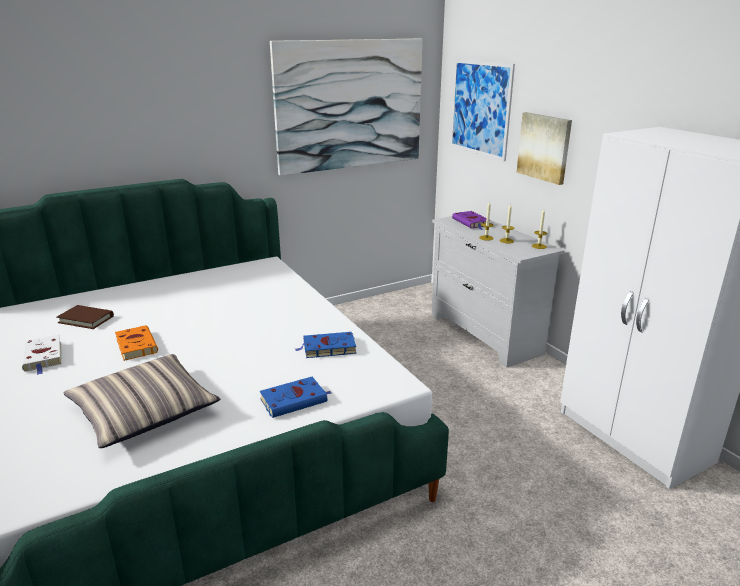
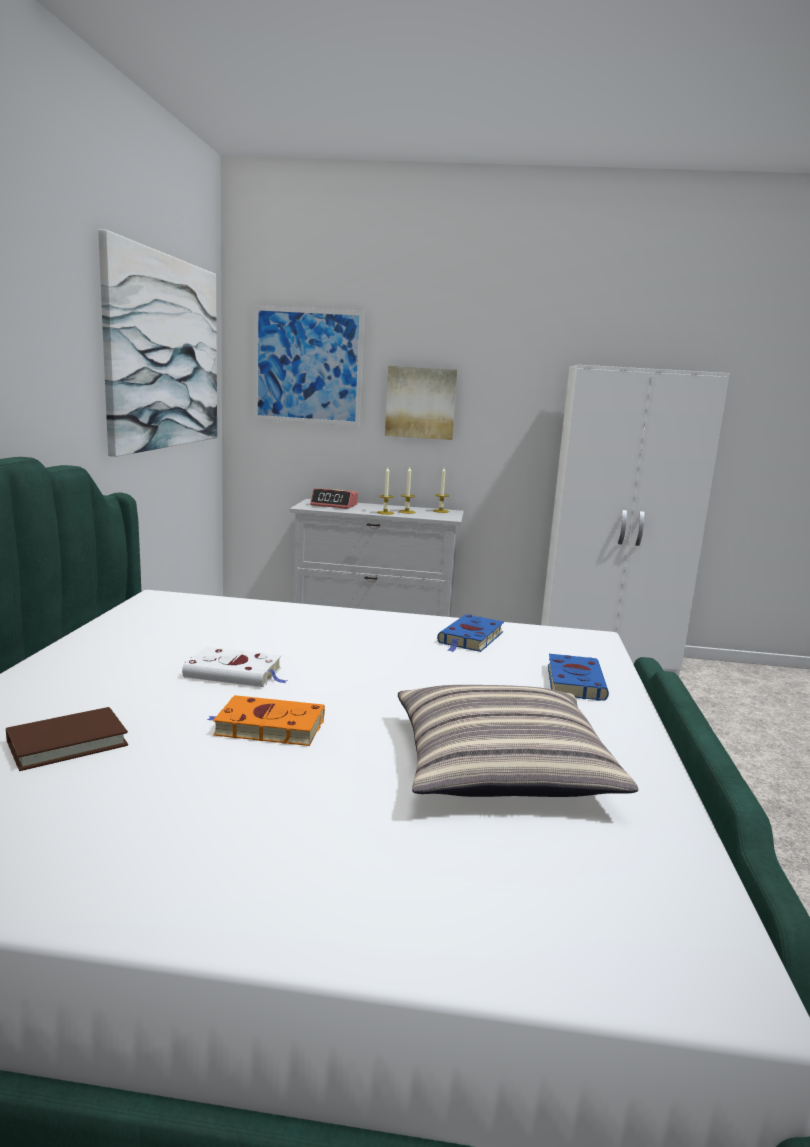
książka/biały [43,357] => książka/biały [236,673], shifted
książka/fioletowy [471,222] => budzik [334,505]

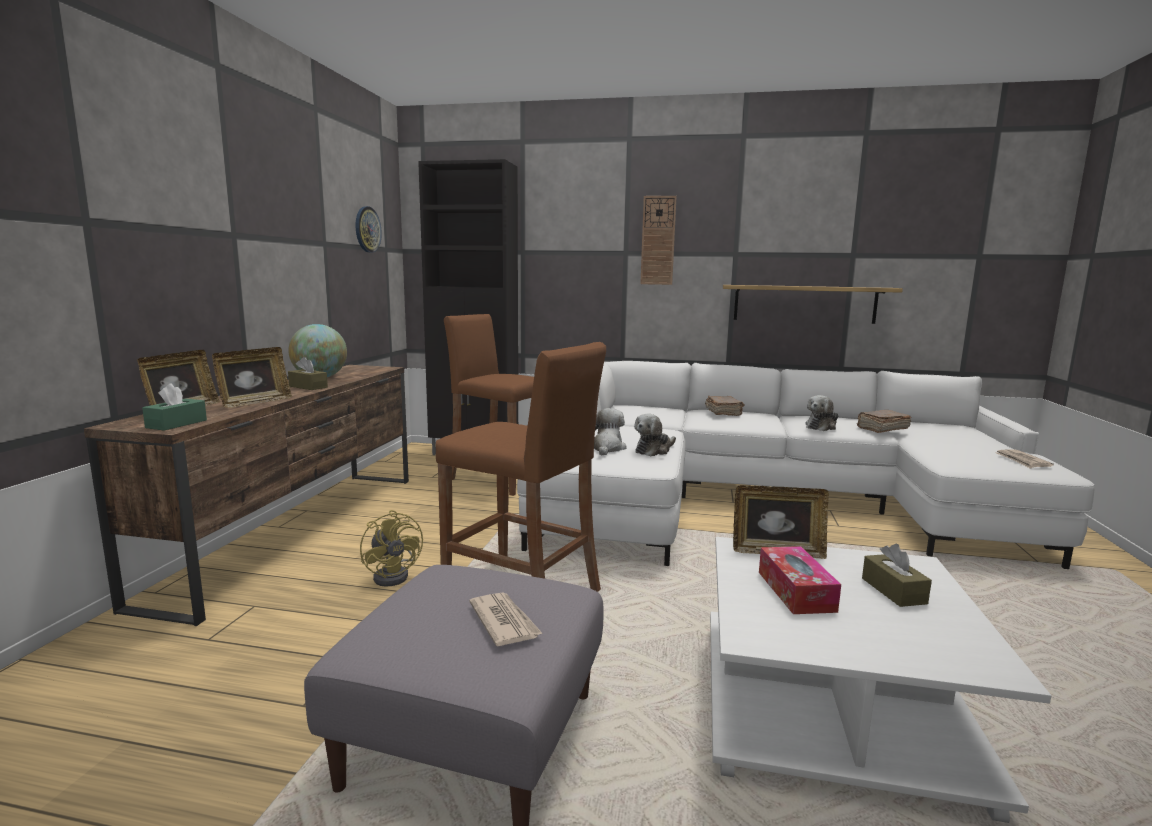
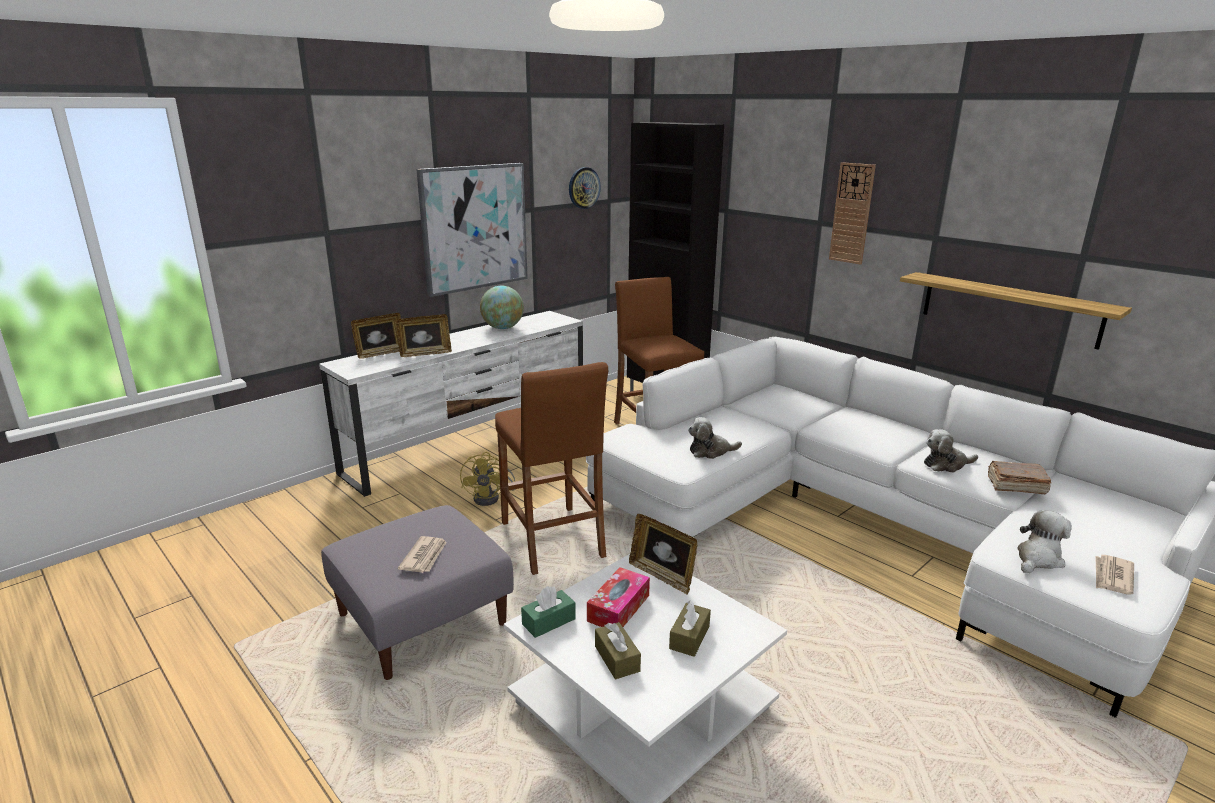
szafka pod telewizor/brązowy [299,530] => szafka pod telewizor/biały [472,443]
pudełko chusteczek/zielony [176,424] => pudełko chusteczek/zielony [548,621], shifted
pudełko chusteczek/brązowy [308,387] => pudełko chusteczek/brązowy [617,658], shifted
pluszak [607,448] => pluszak [1038,559], shifted
książka/brązowy [723,413] => nothing
nothing => obraz [474,227]

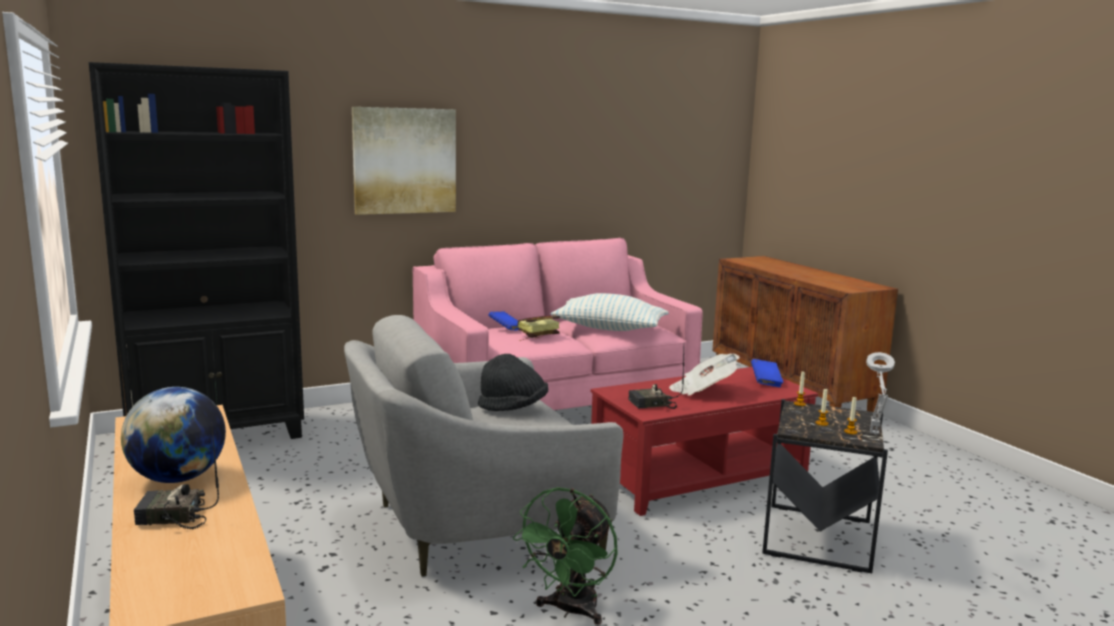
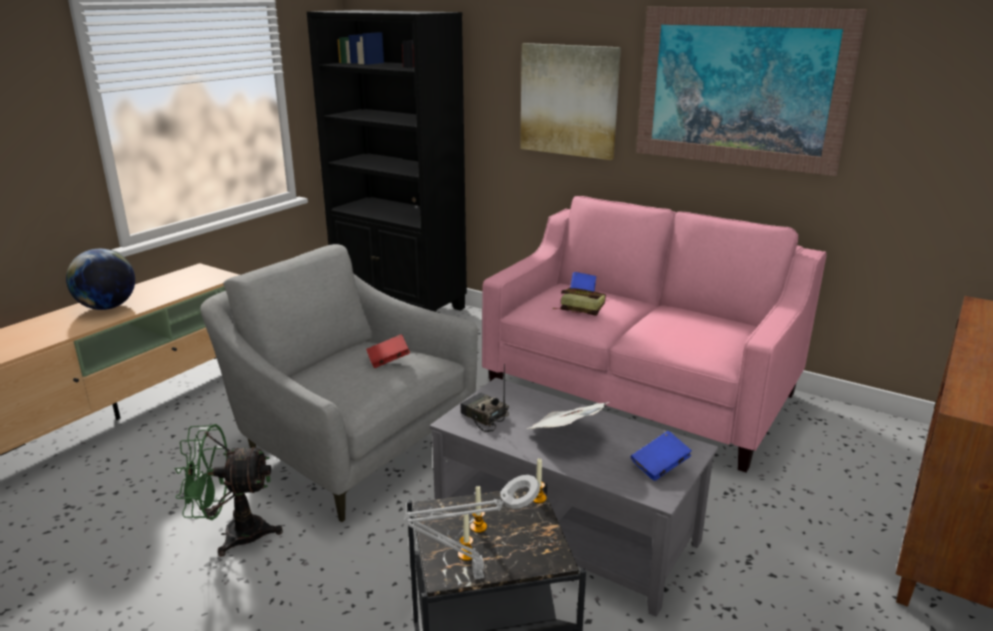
radio [172,518] => nothing
kapelusz/czarny [513,408] => książka/czerwony [388,360]
poduszka [609,329] => nothing
ława/czerwony [698,476] => ława/szary [567,528]
nothing => obraz [739,88]

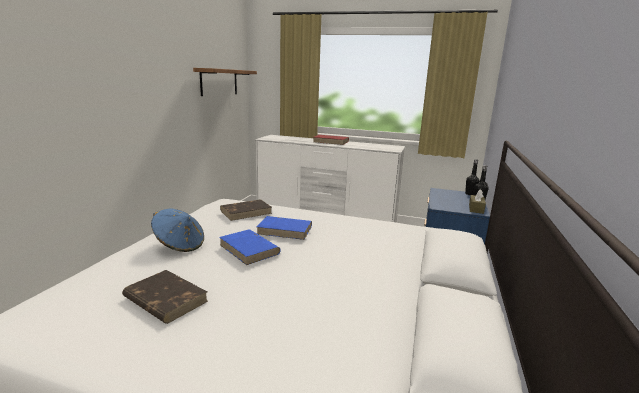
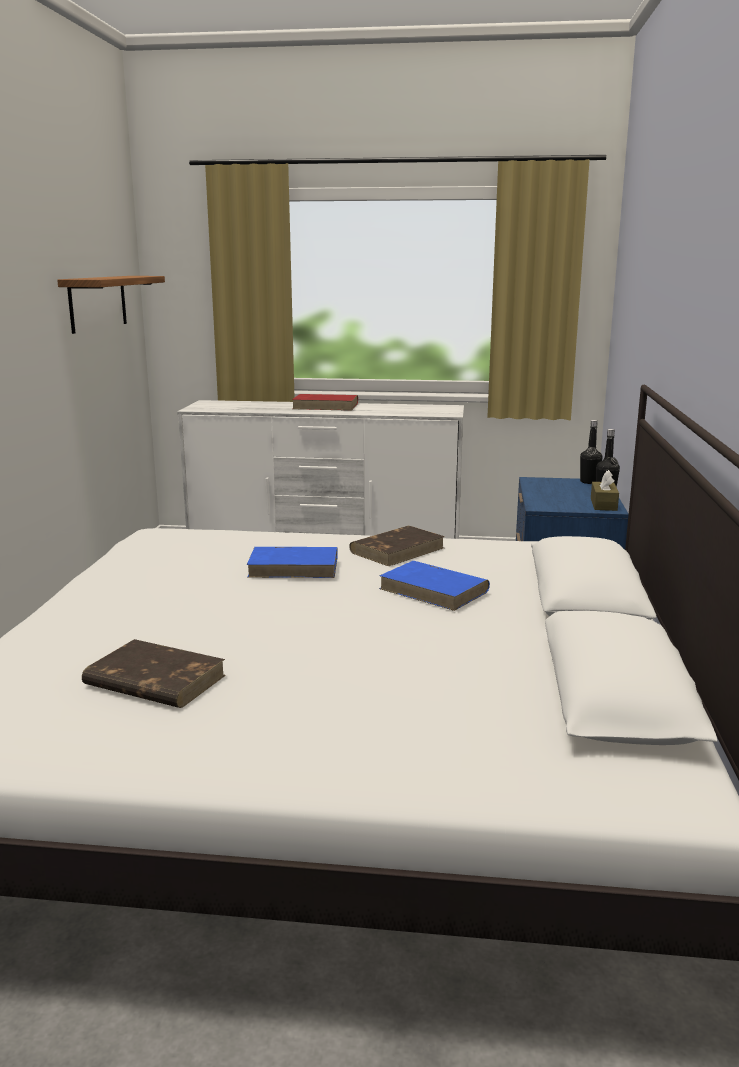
kapelusz/niebieski [179,245] => nothing
książka/niebieski [249,249] => książka/niebieski [434,590], shifted
książka/brązowy [246,212] => książka/brązowy [398,550], shifted

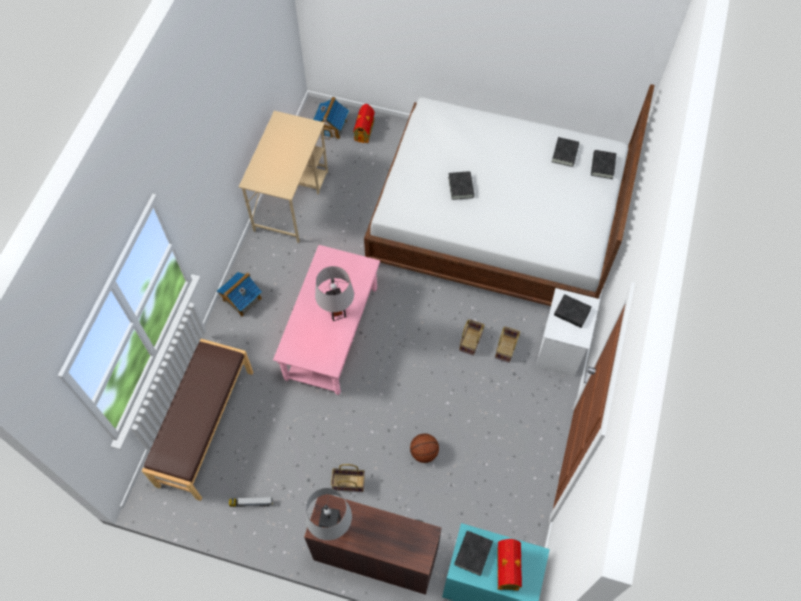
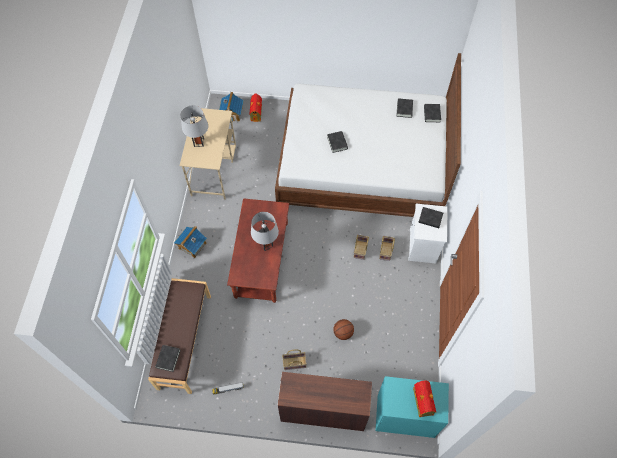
ława/różowy [331,333] => ława/brązowy [261,260]
lampa stołowa/szary [332,528] => lampa stołowa/szary [199,142], shifted
książka/czarny [473,553] => książka/czarny [168,359], shifted

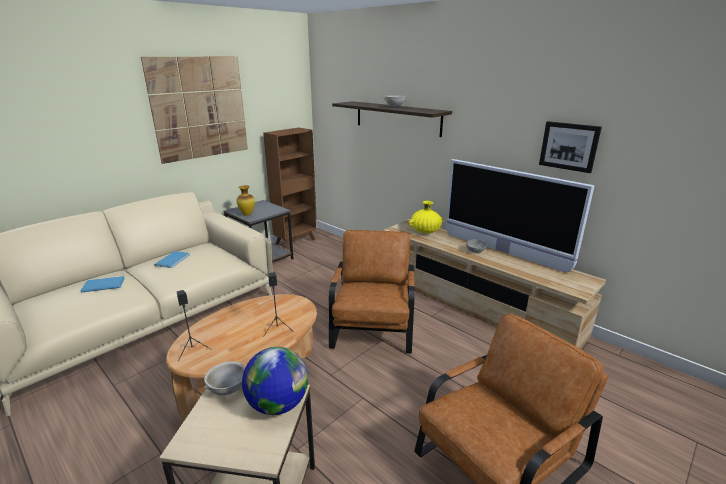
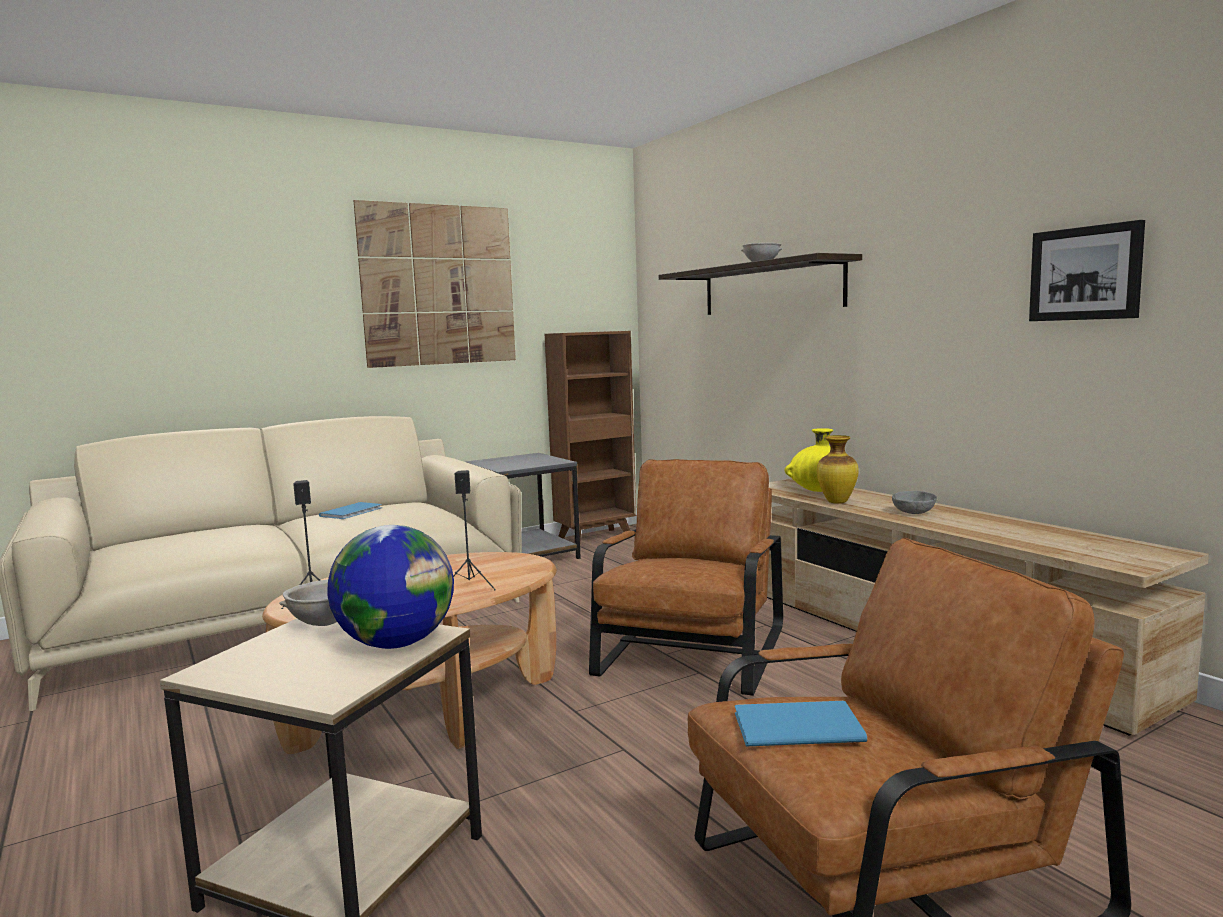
książka/niebieski [103,284] => książka/niebieski [793,725], shifted
wazon [247,214] => wazon [837,502], shifted
telewizor [502,252] => nothing

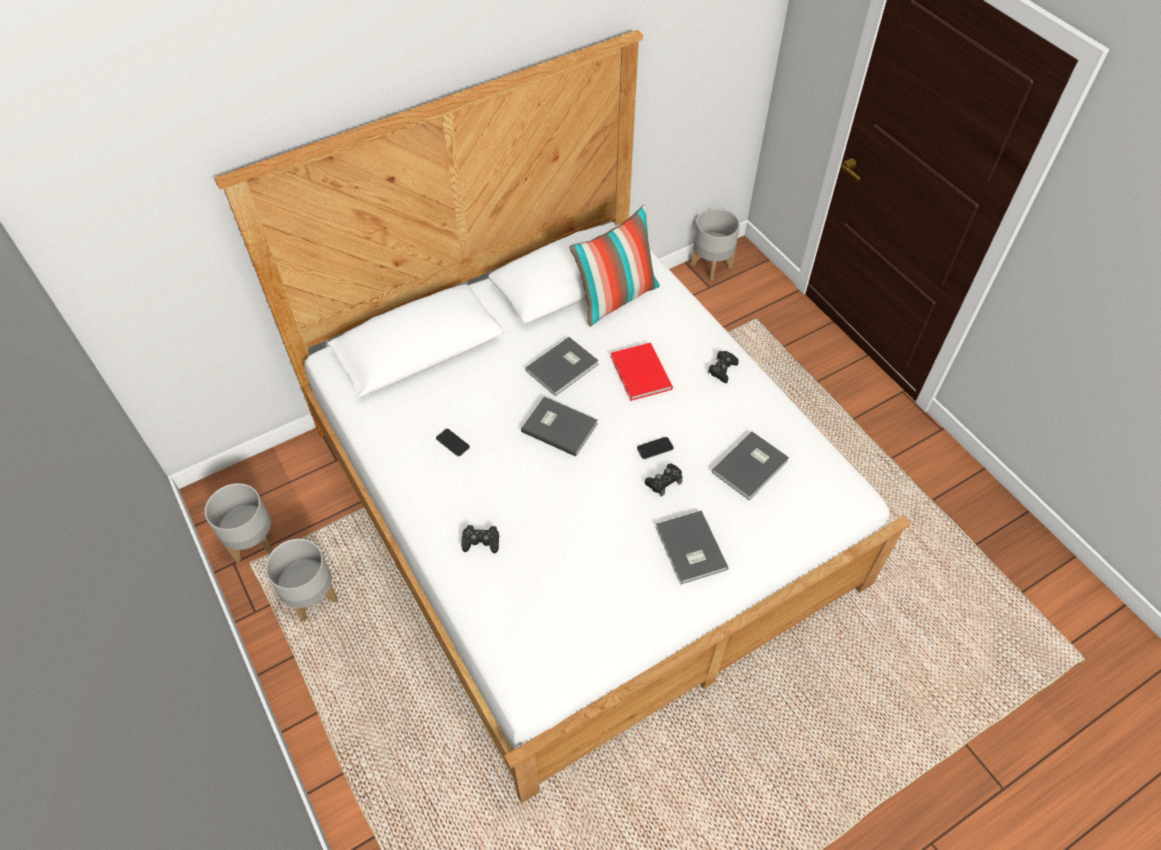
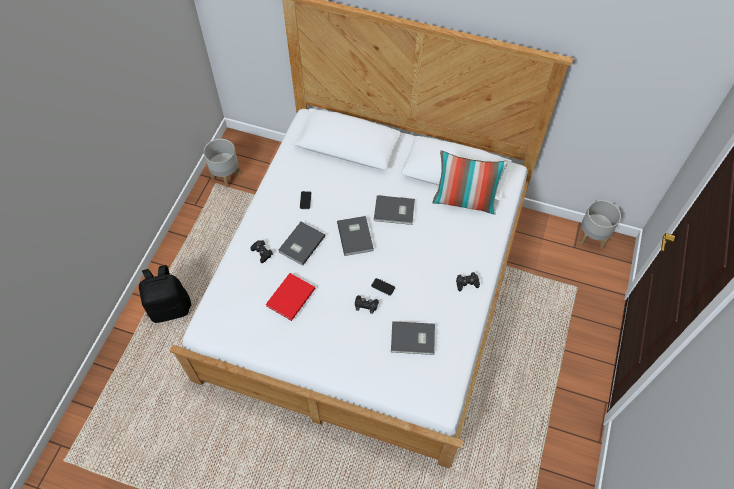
donica/szary [312,598] => nothing
książka/czerwony [639,374] => książka/czerwony [289,297], shifted
książka/szary [689,549] => książka/szary [300,244], shifted
nothing => plecak/czarny [170,307]

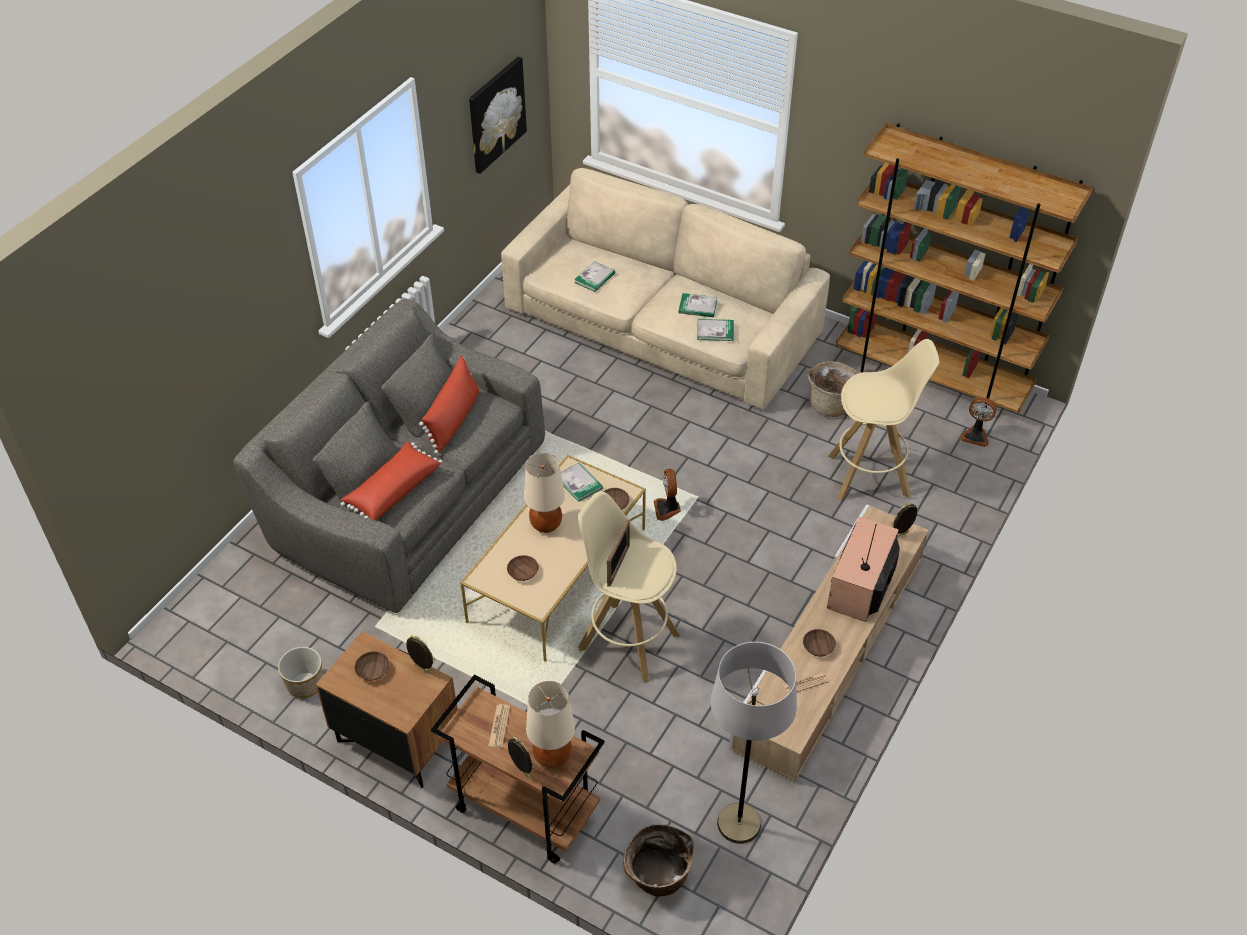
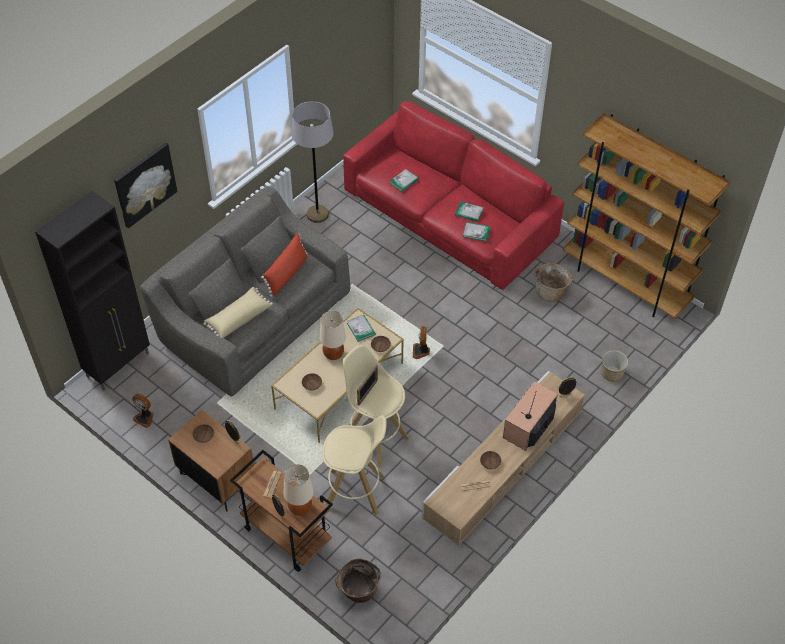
donica [306,684] => donica [612,373], shifted
poduszka/czerwony [392,490] => poduszka/beżowy [238,318]
obraz [496,114] => obraz [145,184], shifted
kanapa/beżowy [661,323] => kanapa/czerwony [448,215]
lampa stojąca/szary [739,824] => lampa stojąca/szary [317,214], shifted
stołek/beżowy [870,475] => stołek/beżowy [355,492], shifted
wentylator [975,436] => wentylator [145,418], shifted
nothing => szafka/czarny [119,365]

